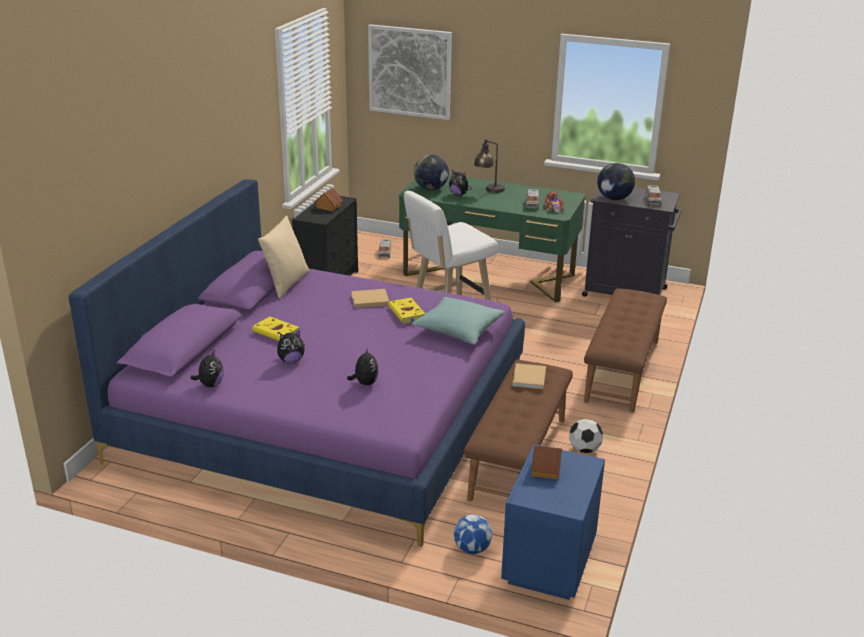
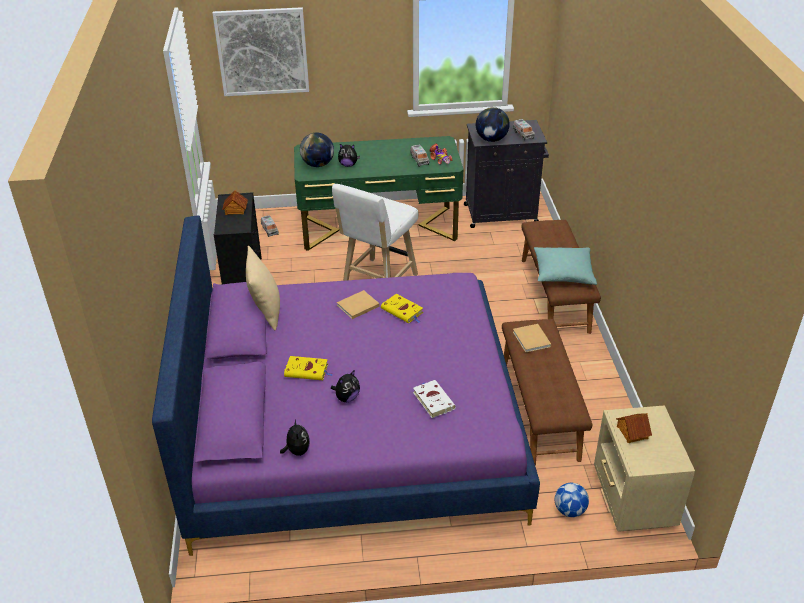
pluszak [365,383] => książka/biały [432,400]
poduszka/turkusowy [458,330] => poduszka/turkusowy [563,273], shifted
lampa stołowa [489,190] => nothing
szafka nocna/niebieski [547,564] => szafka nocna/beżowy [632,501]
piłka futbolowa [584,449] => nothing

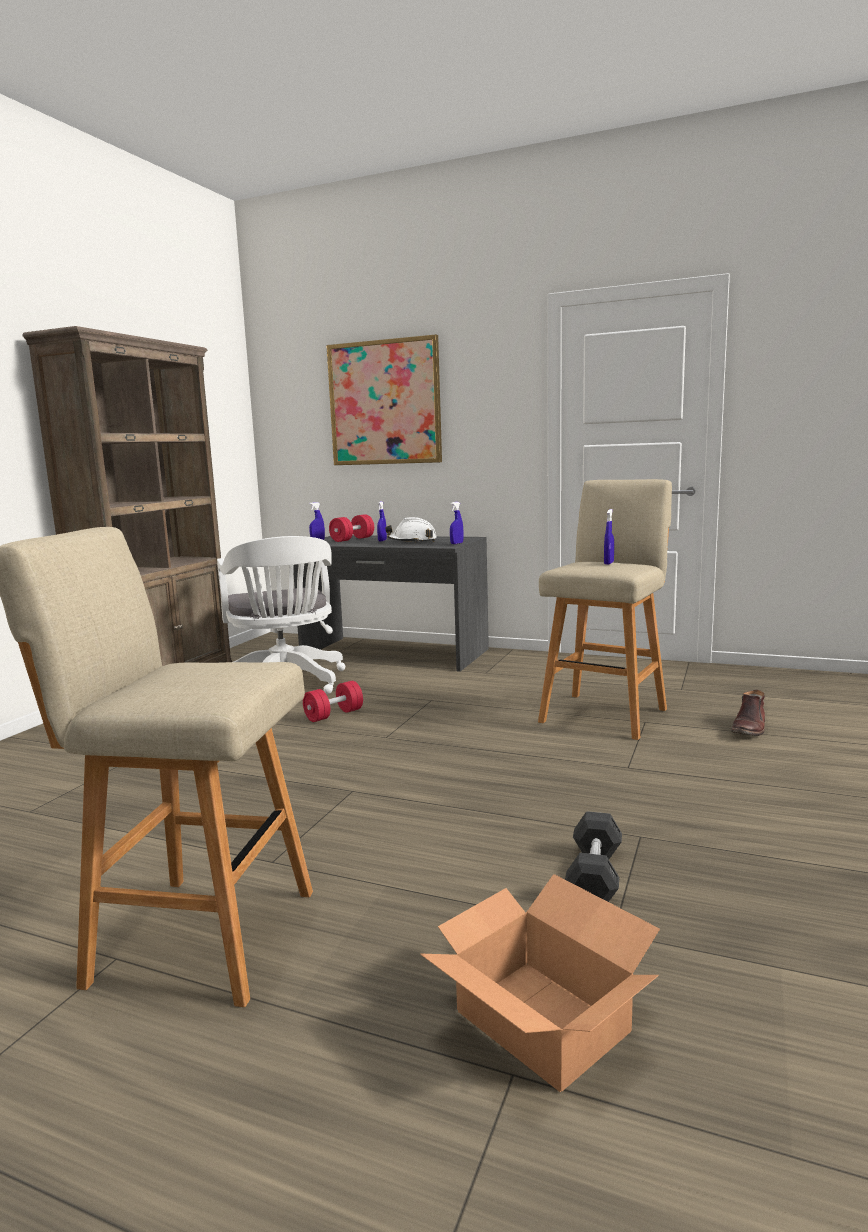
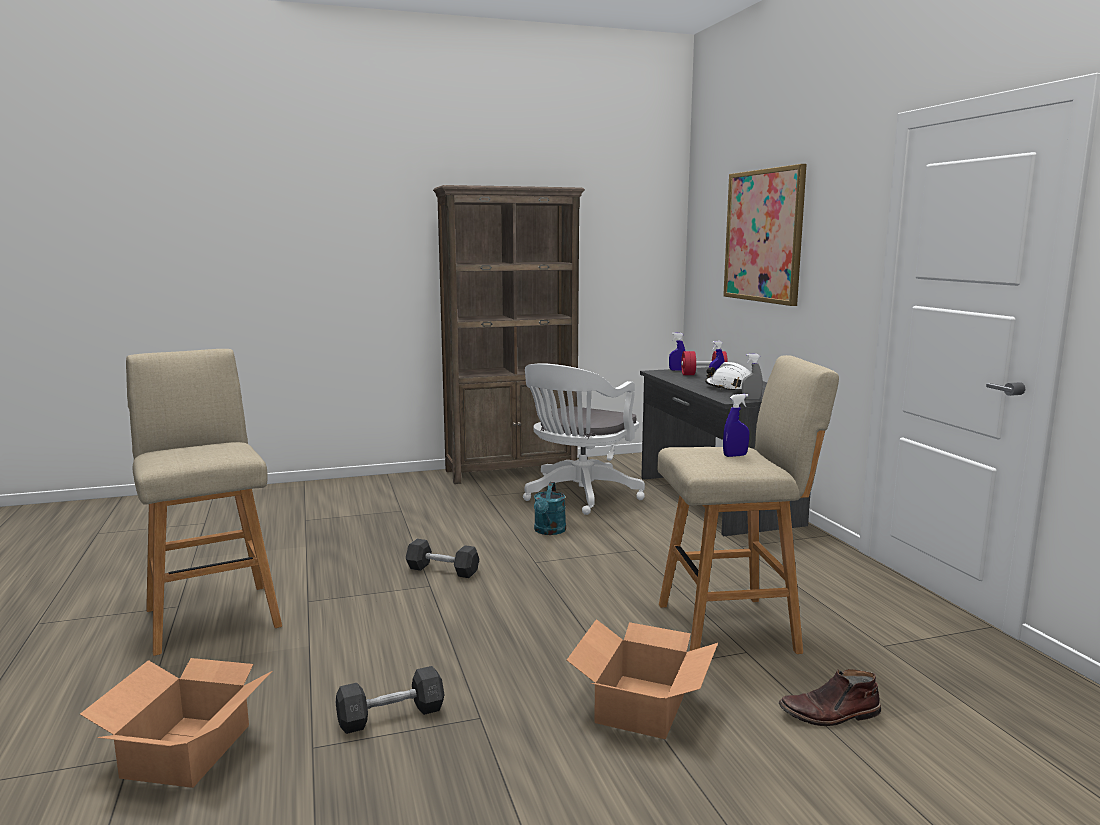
hantel/czerwony [334,715] => konewka/turkusowy [549,531]
spryskiwacz/niebieski [456,543] => spryskiwacz/szary [751,399]
nothing => hantel/szary [442,570]
nothing => karton [640,706]

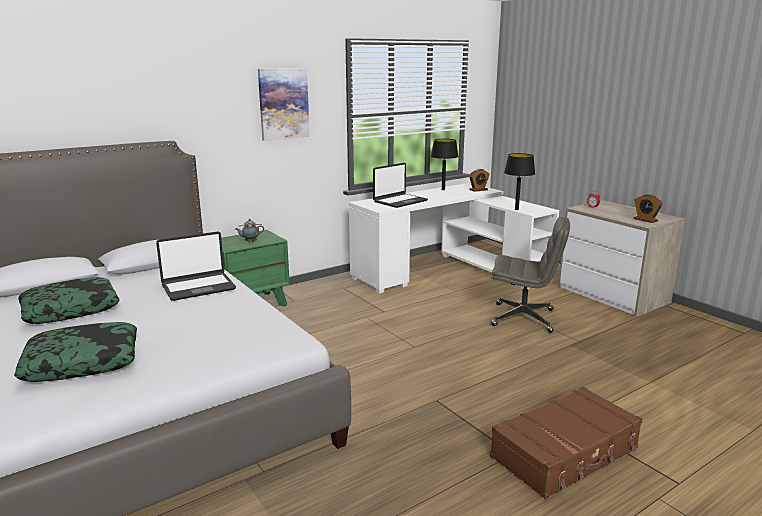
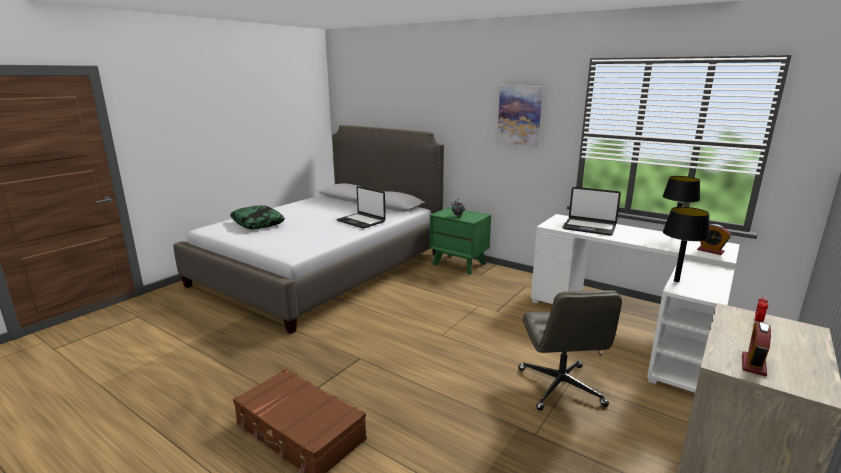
poduszka [71,309] => nothing

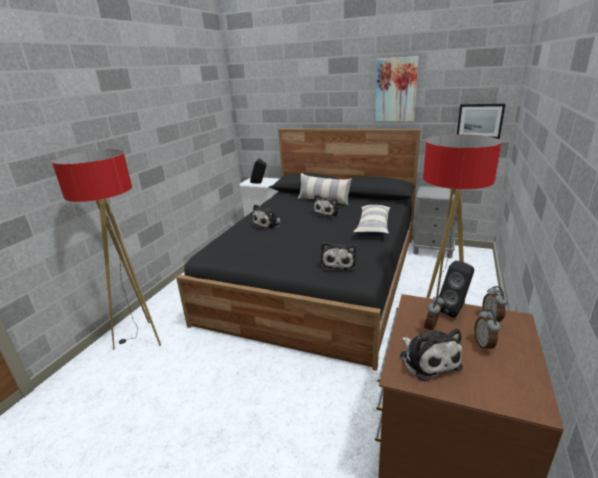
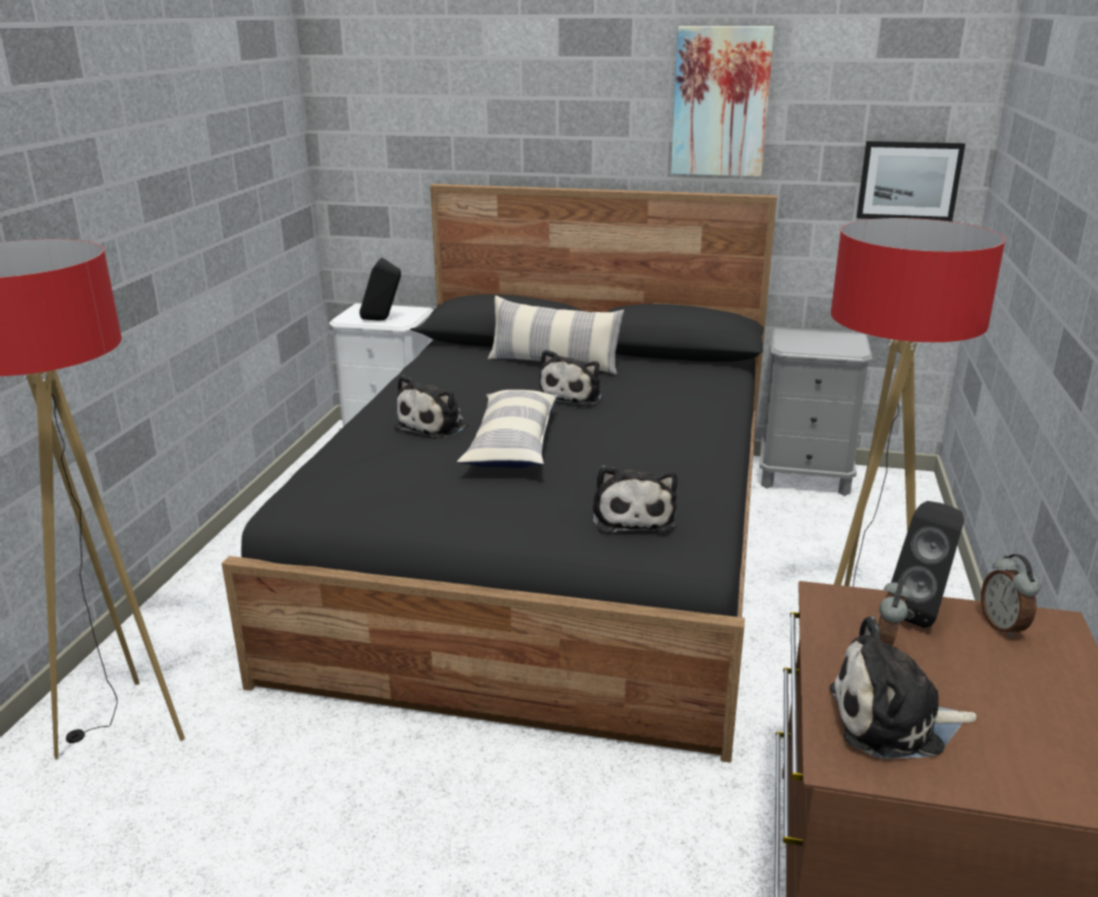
poduszka [373,226] => poduszka [512,444], shifted
pluszak [428,359] => pluszak [893,721], 120 degrees clockwise
budzik [484,345] => nothing

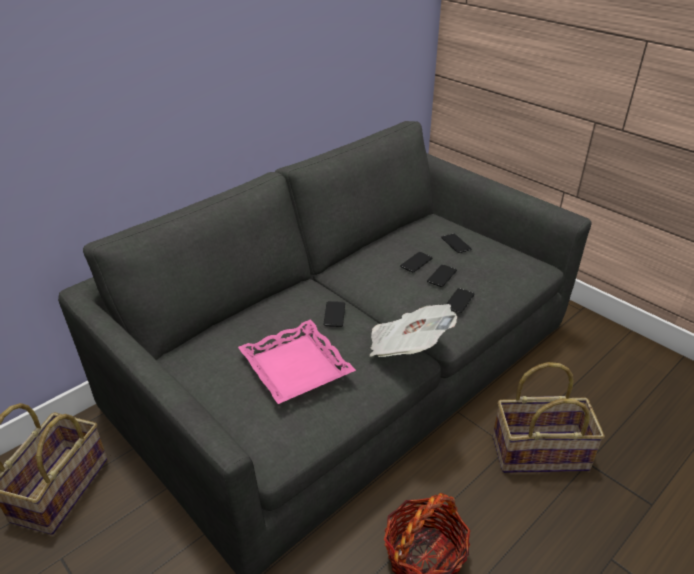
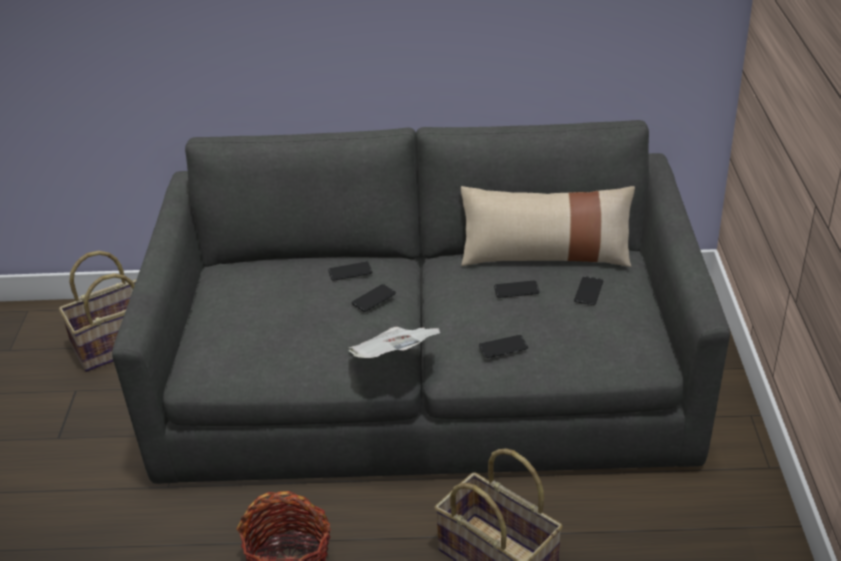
taca/różowy [295,367] => nothing
telefon [441,276] => telefon [350,272], shifted
nothing => poduszka/beżowy [545,255]

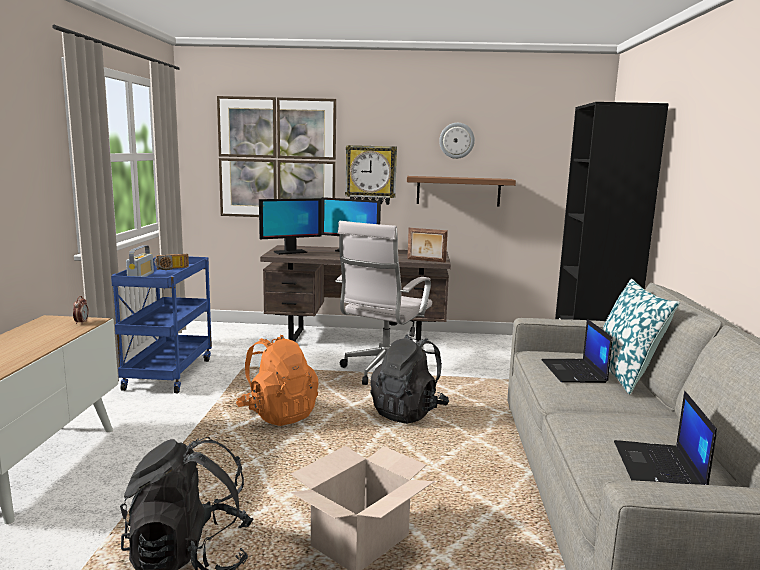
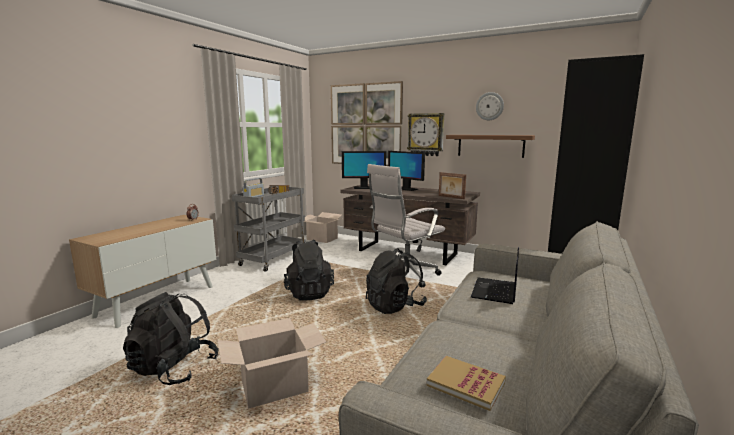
wózek/niebieski [168,373] => wózek/szary [273,259]
plecak/pomarańczowy [278,414] => plecak/czarny [308,293]
poduszka [625,375] => nothing
laptop [659,467] => książka [466,384]
nothing => karton [322,239]

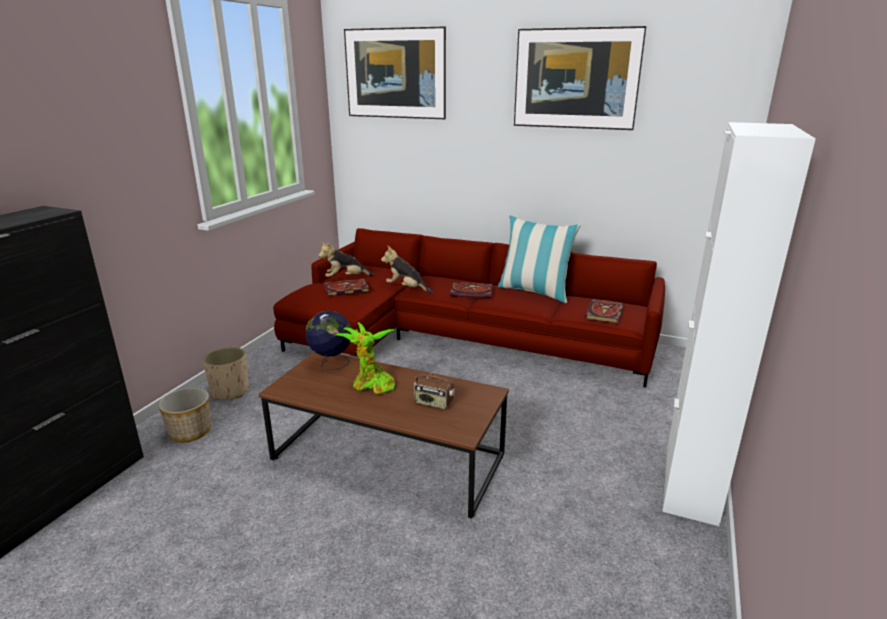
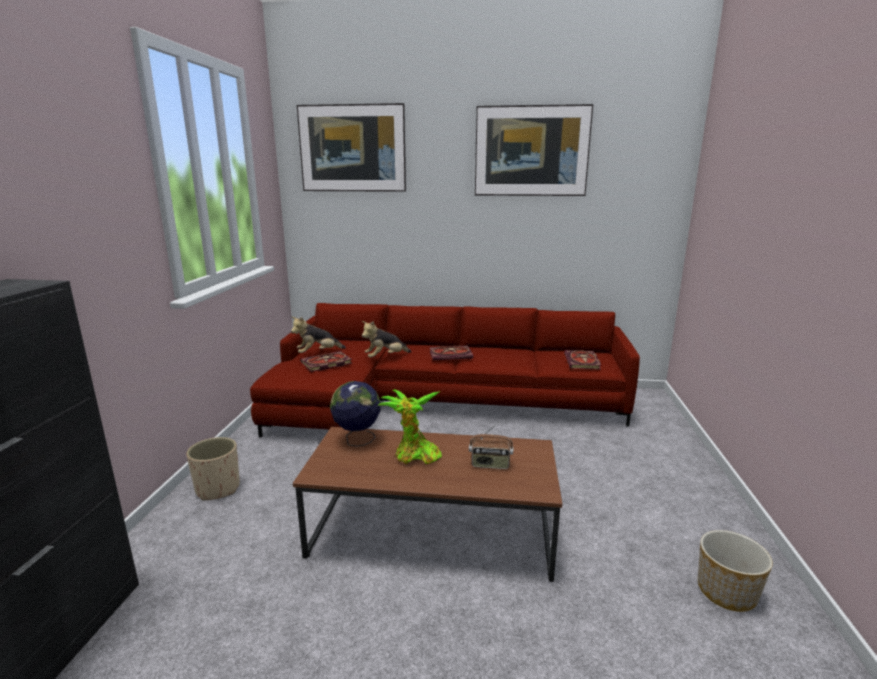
donica [190,431] => donica [725,591], shifted
pluszak [406,288] => pluszak [385,357], 45 degrees counterclockwise
poduszka [534,292] => nothing
szafka/biały [690,482] => nothing

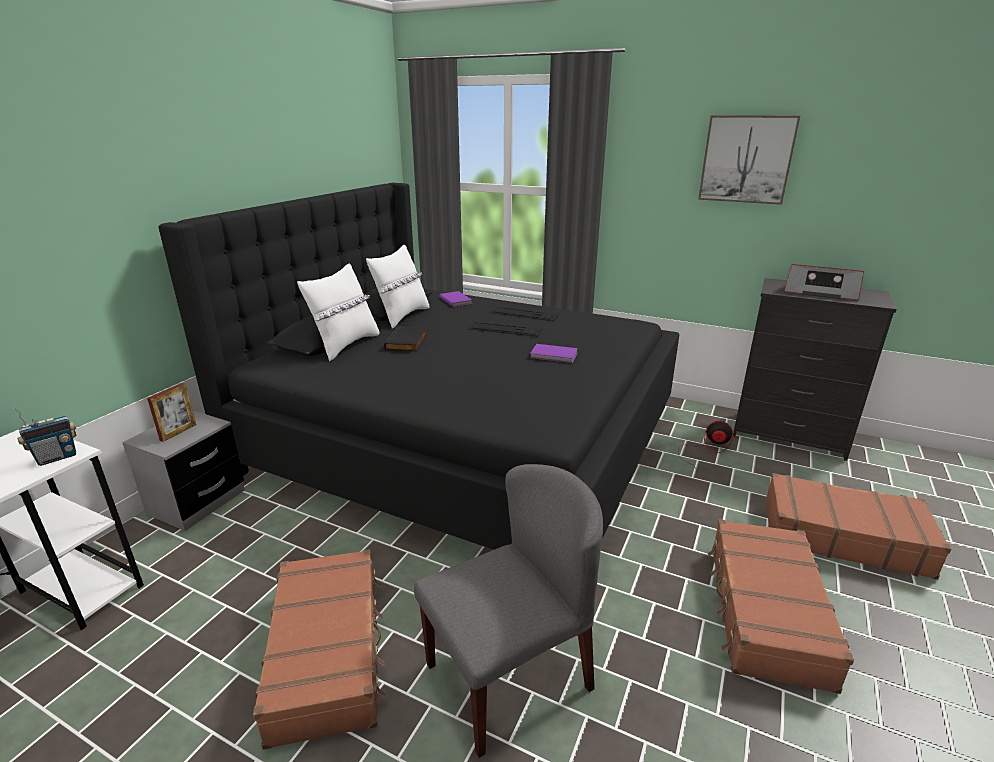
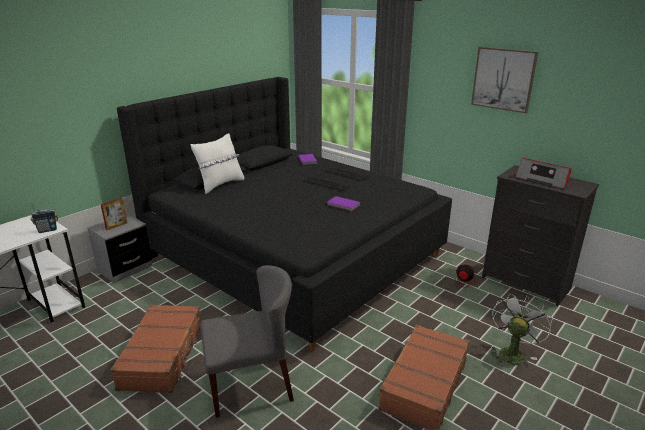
poduszka/biały [402,316] => nothing
książka/czarny [408,342] => nothing
walizka/brązowy [842,536] => wentylator/biały [512,352]

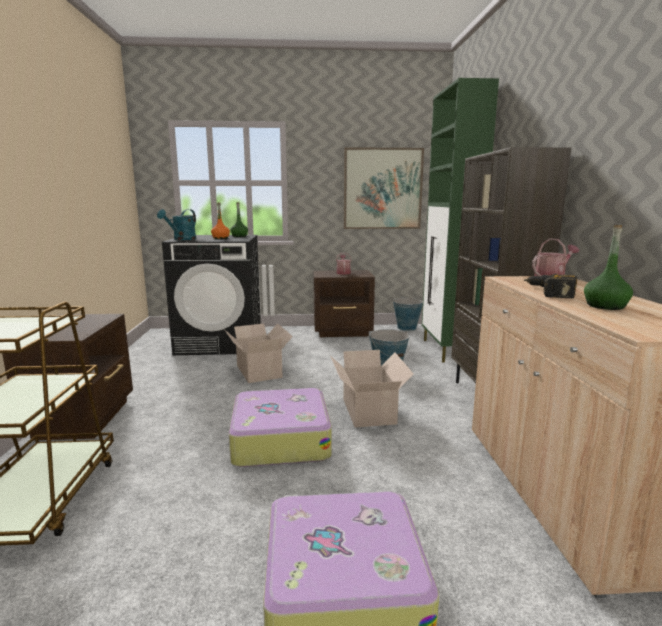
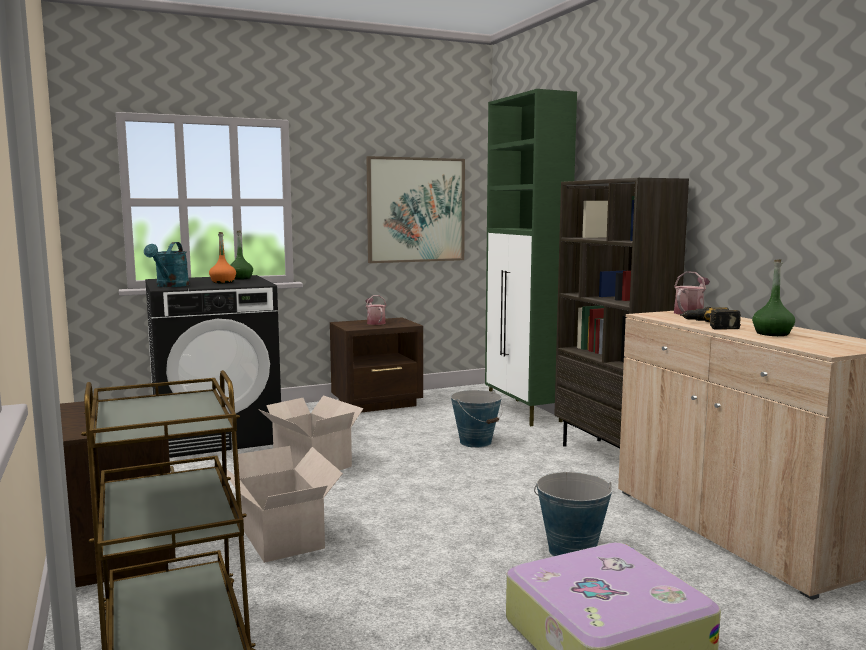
walizka [280,439] => nothing
karton [368,412] => karton [281,538], shifted
wiadro [406,328] => wiadro [571,551], shifted

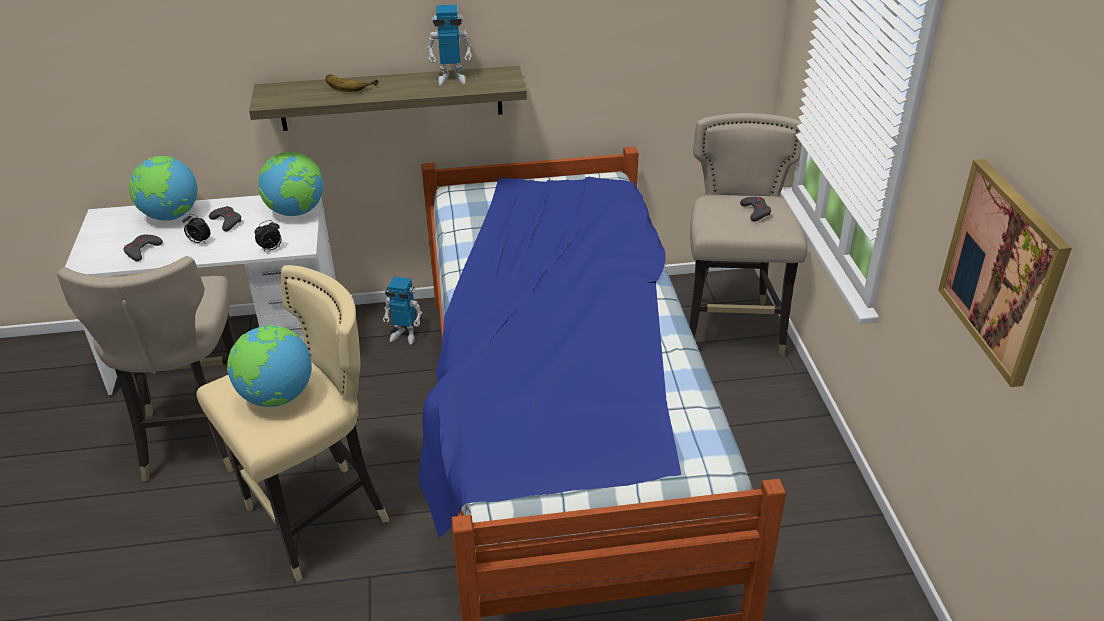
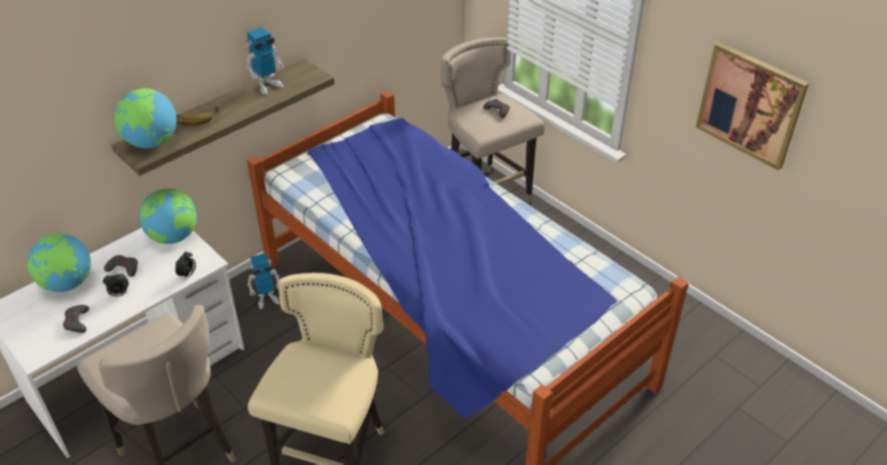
globus [276,397] => globus [152,143], shifted

